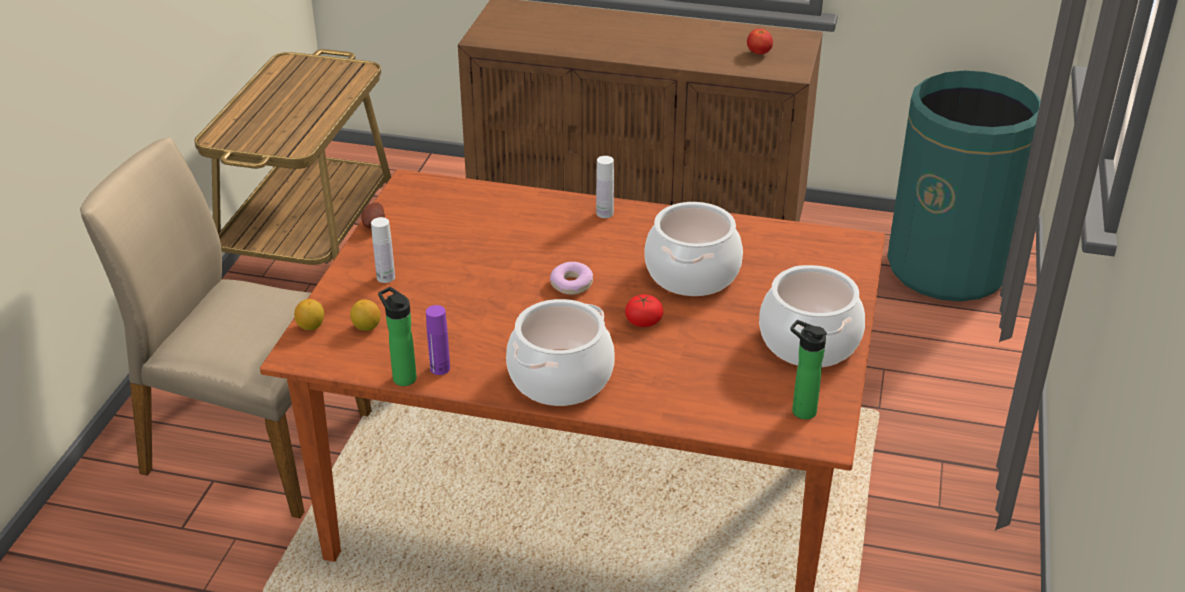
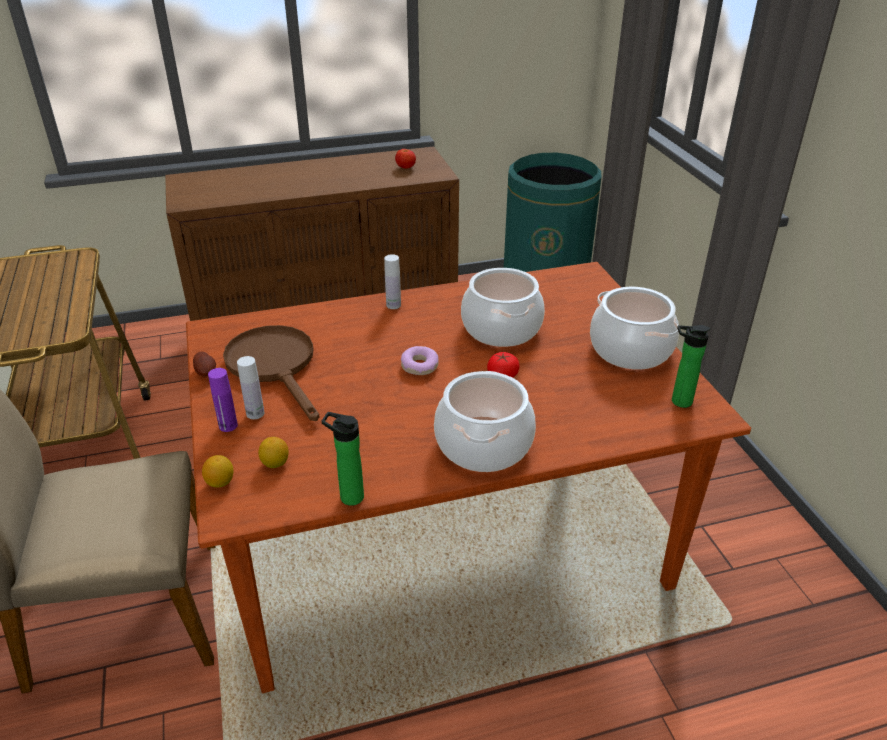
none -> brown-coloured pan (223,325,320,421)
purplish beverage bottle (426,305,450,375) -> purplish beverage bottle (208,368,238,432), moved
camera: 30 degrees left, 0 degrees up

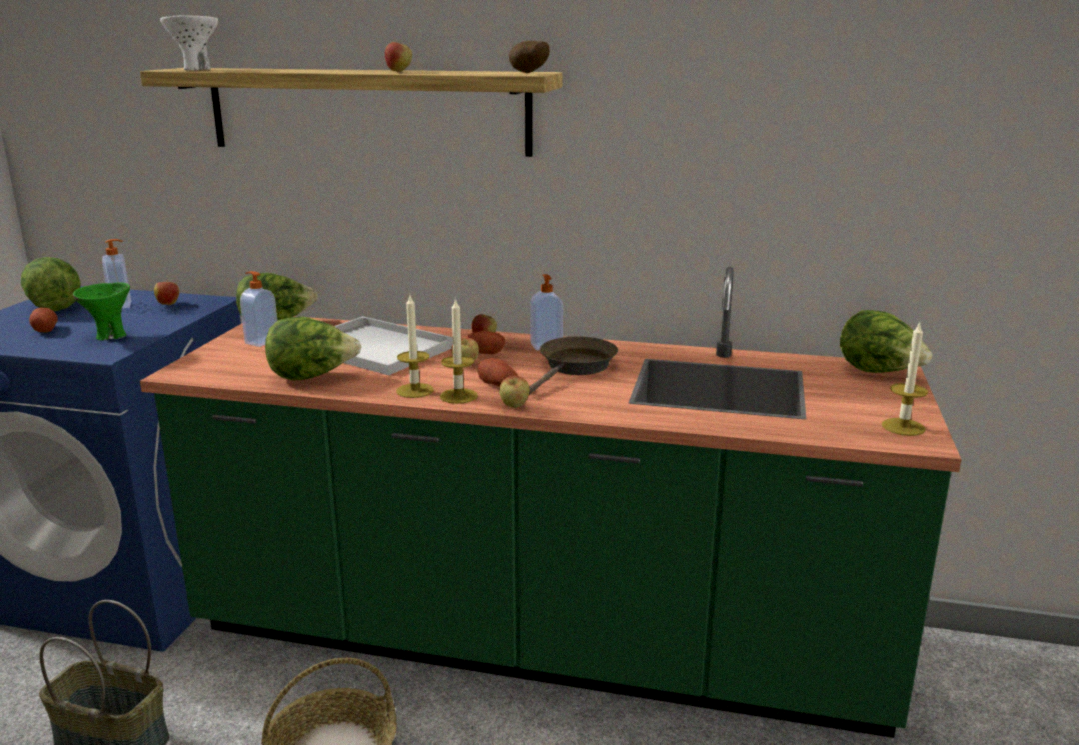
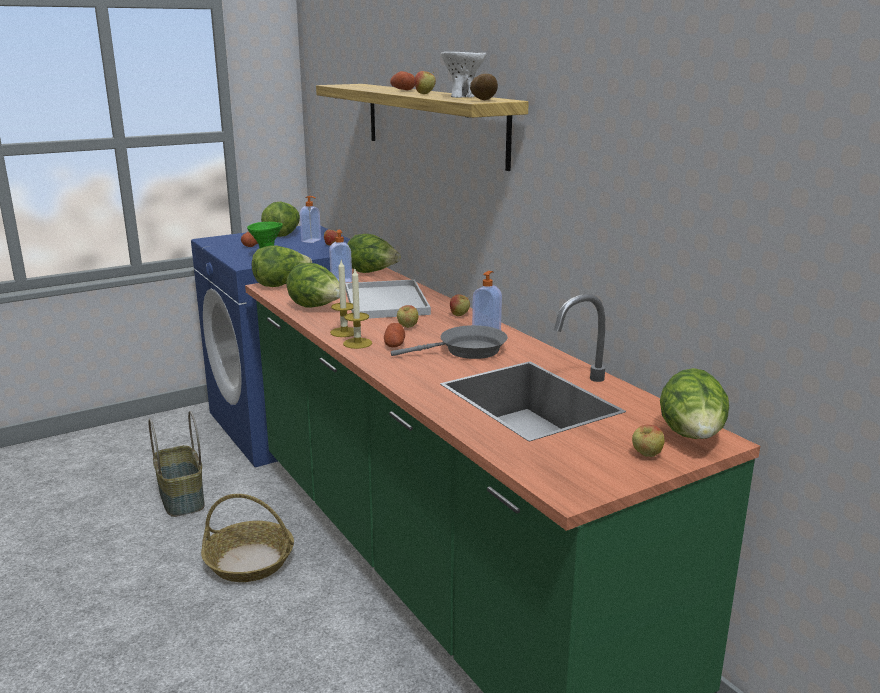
candle (882,321,928,436) -> none
none -> lettuce head (252,245,312,287)
white deep dish (160,15,218,70) -> white deep dish (440,52,486,98), moved
spud (466,331,505,354) -> spud (390,71,415,91), moved
whole apple (499,376,530,408) -> whole apple (632,425,665,457), moved
brown-coloured pan (529,337,618,395) -> gray pan (391,325,508,359)
camera: 45 degrees right, 0 degrees up

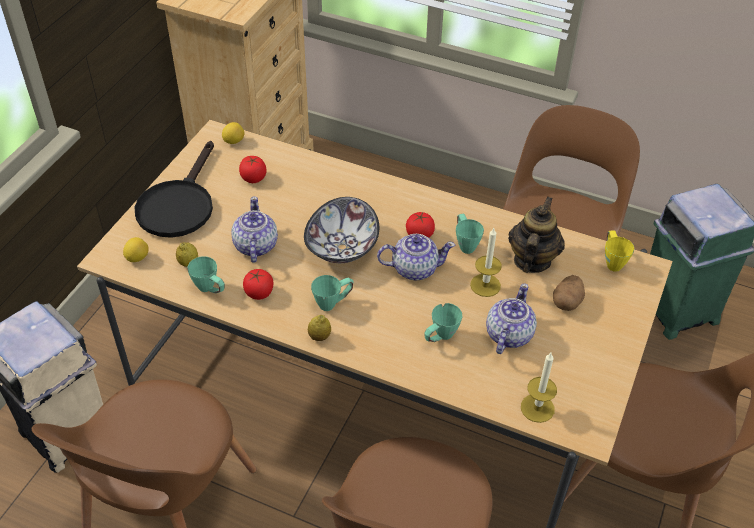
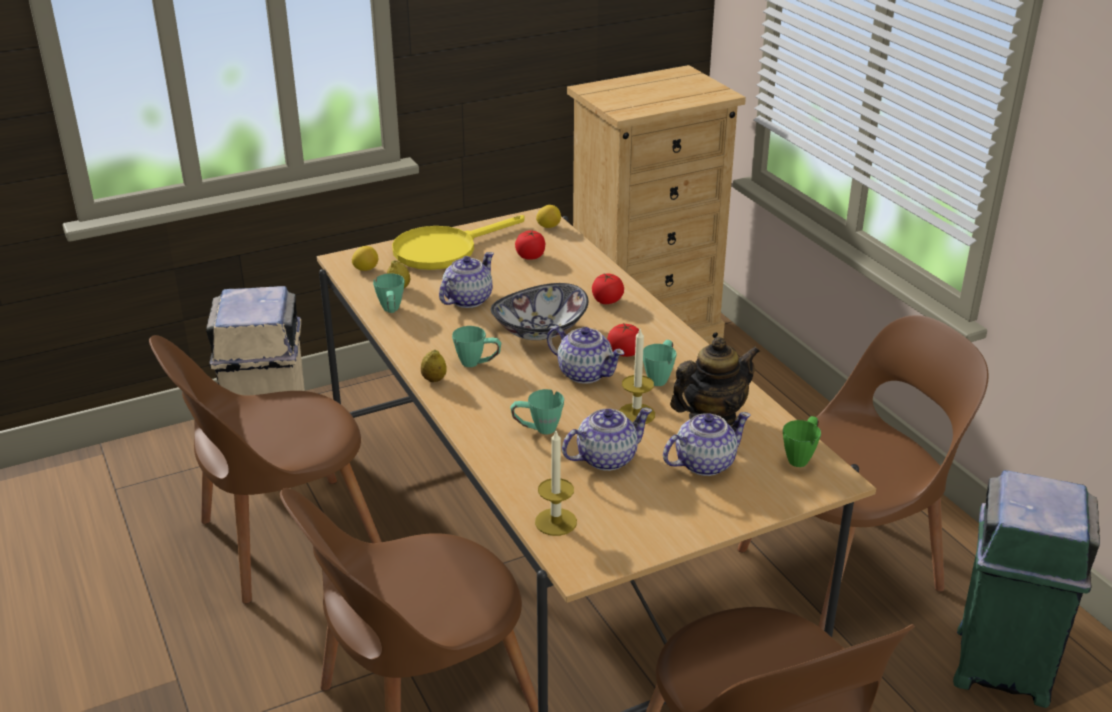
whole tomato (243,269,273,300) -> whole tomato (592,273,624,304), moved
spud (553,275,585,311) -> tea pot (663,412,751,476)
black-coloured pan (134,141,214,238) -> yellow-coloured pan (392,215,525,270)
yellow-coloured tea mug (605,230,634,272) -> green tea mug (783,416,821,467)
camera: 40 degrees right, 15 degrees down

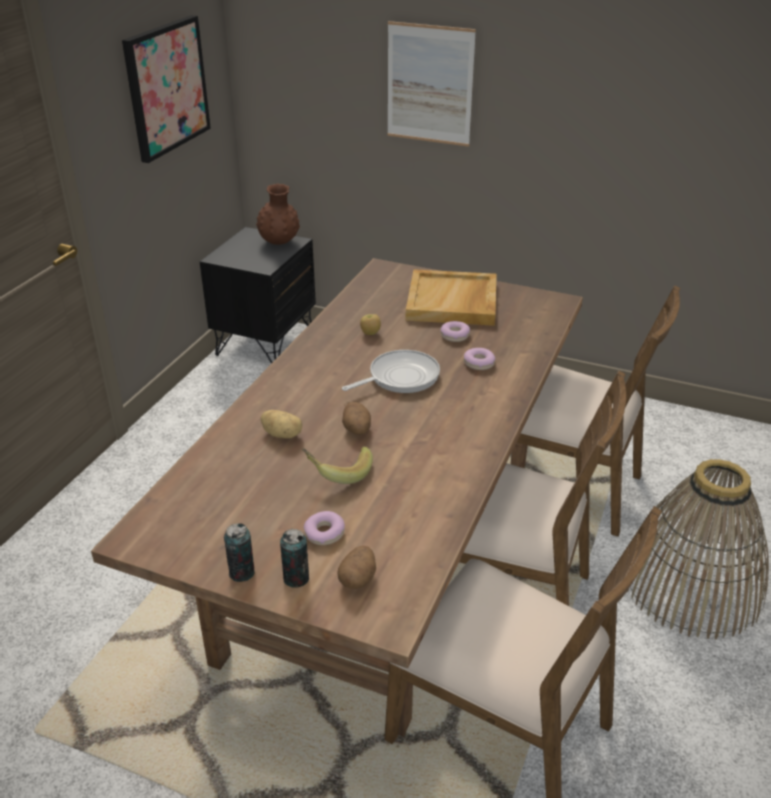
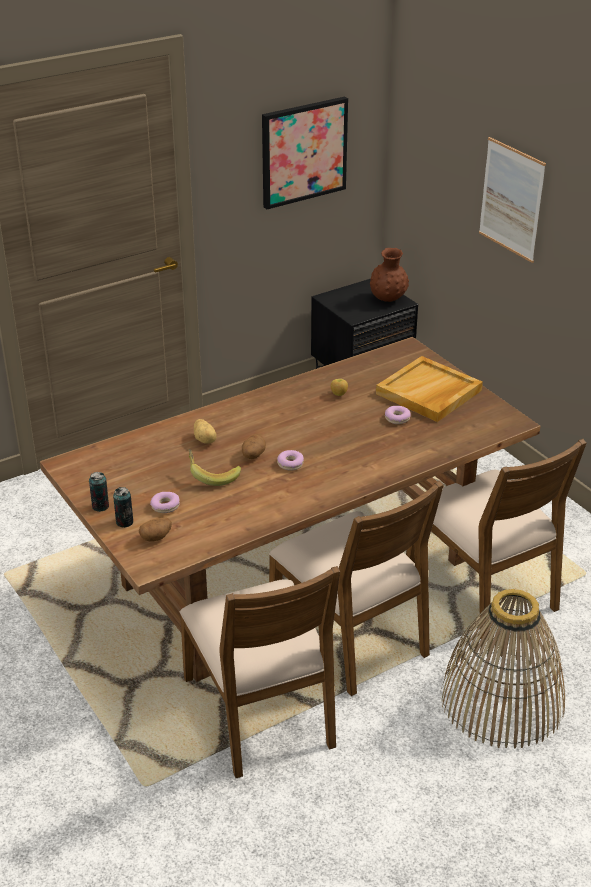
pan (342,350,440,393) -> none
ring doughnut (464,348,495,370) -> ring doughnut (277,450,304,471), moved
camera: 35 degrees right, 0 degrees up

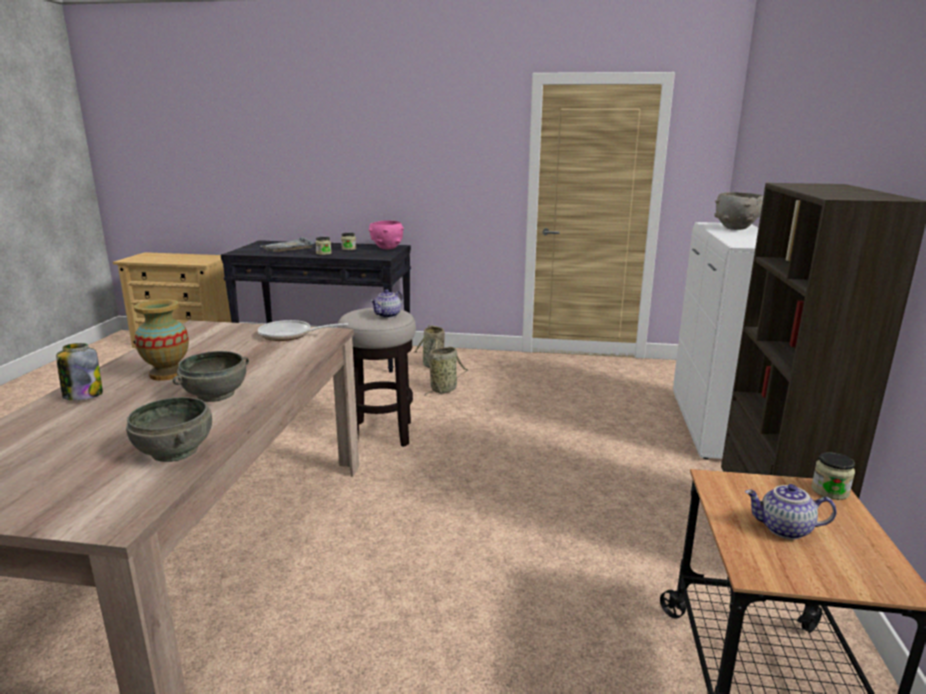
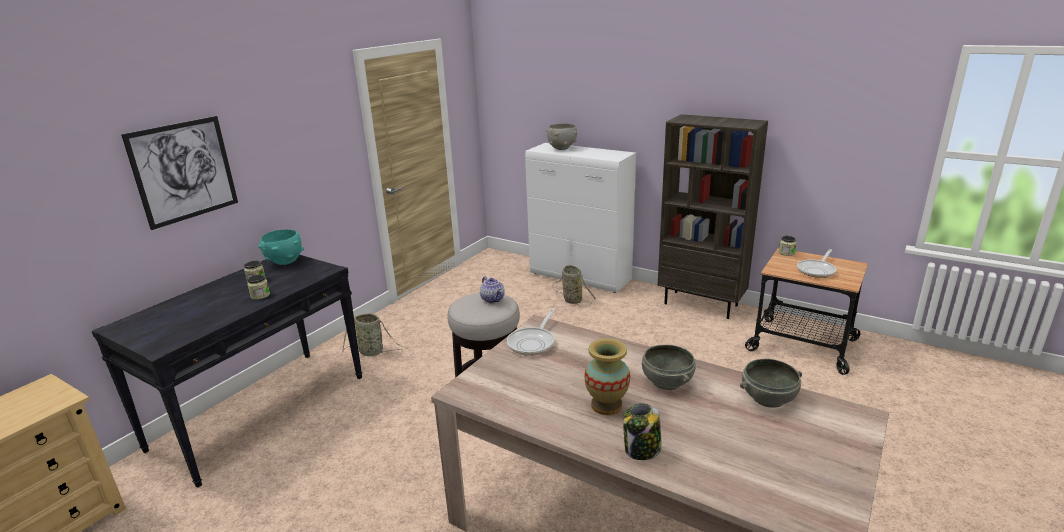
gray serving tray (261,237,315,252) -> none
none -> wall picture (121,116,238,230)
storage basket (424,347,468,396) -> storage basket (552,265,596,308), moved
tea pot (745,484,836,539) -> pan (797,249,837,278)
pink-coloured deep dish (368,221,404,249) -> blue-green deep dish (258,229,304,265)
camera: 65 degrees left, 5 degrees up

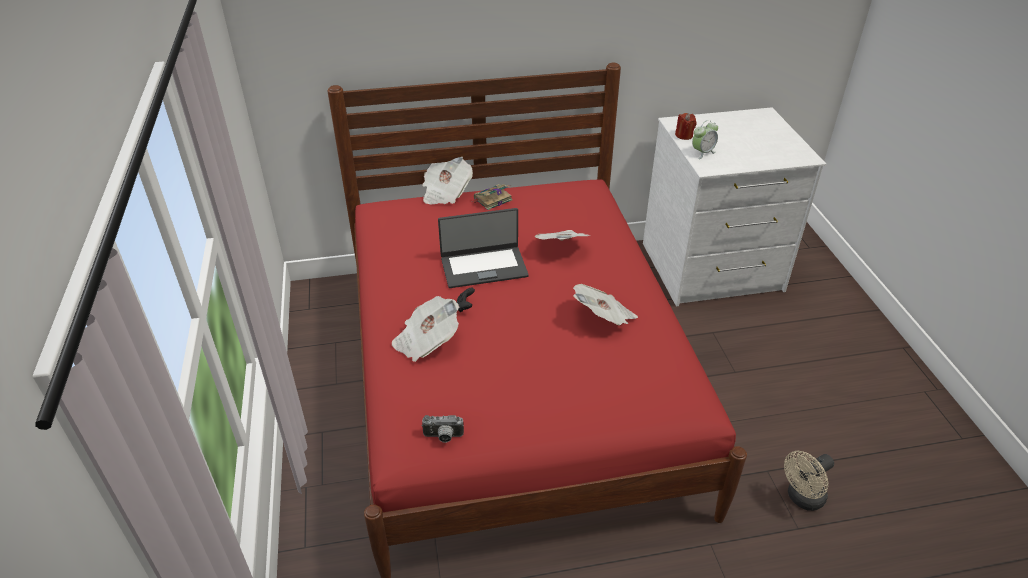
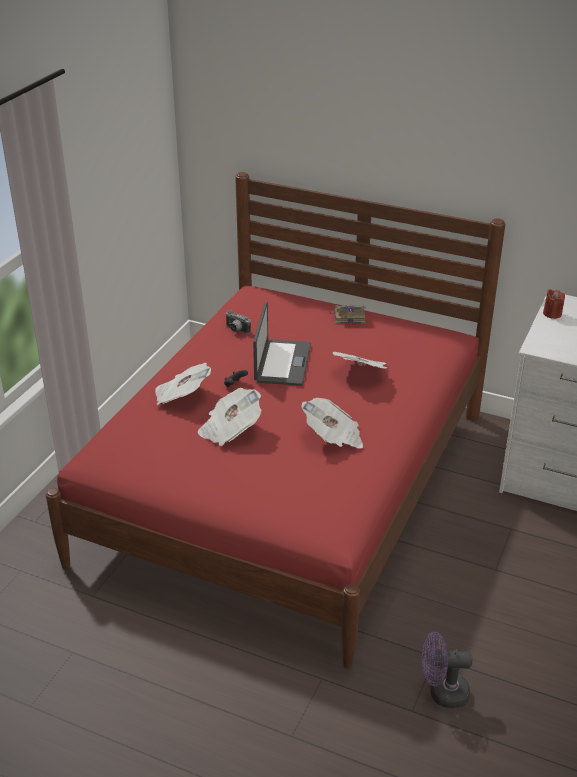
table clock (692,120,718,159) -> none
photo camera (421,415,464,443) -> photo camera (225,310,251,334), moved
daily paper (422,157,473,204) -> daily paper (198,388,261,446), moved
beige electric fan (784,451,834,511) -> purplish electric fan (422,632,472,708)
laptop (438,208,529,288) -> laptop (253,302,311,386), 105 degrees counterclockwise
camera: 35 degrees right, 5 degrees down

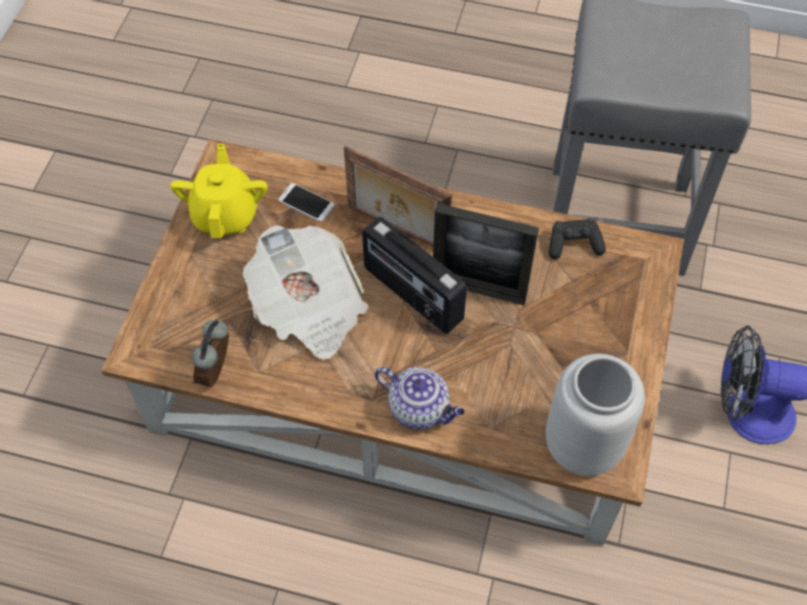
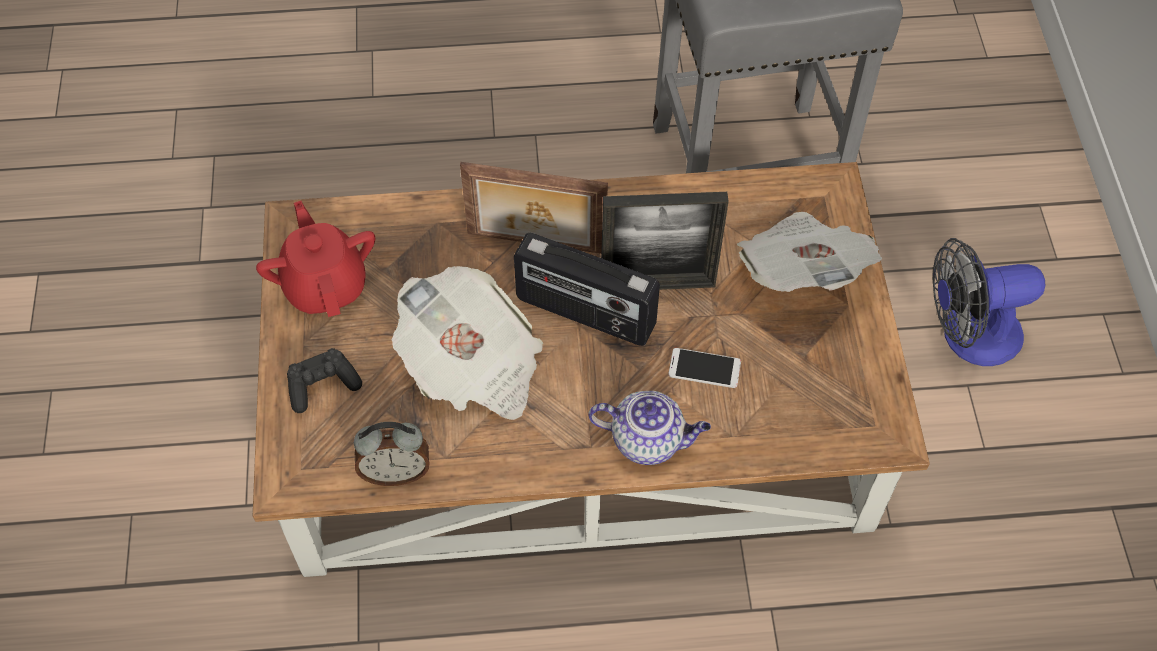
gray flower vase (546,354,645,476) -> none
none -> daily paper (737,212,882,292)
telephone (278,183,335,222) -> telephone (668,348,741,388), moved
black-coloured game controller (549,218,606,259) -> black-coloured game controller (287,348,362,413), moved
yellow-coloured tea pot (170,144,268,238) -> red-coloured tea pot (256,201,375,317)
table clock (192,320,229,387) -> table clock (354,422,429,486), 90 degrees counterclockwise
camera: 20 degrees left, 0 degrees up

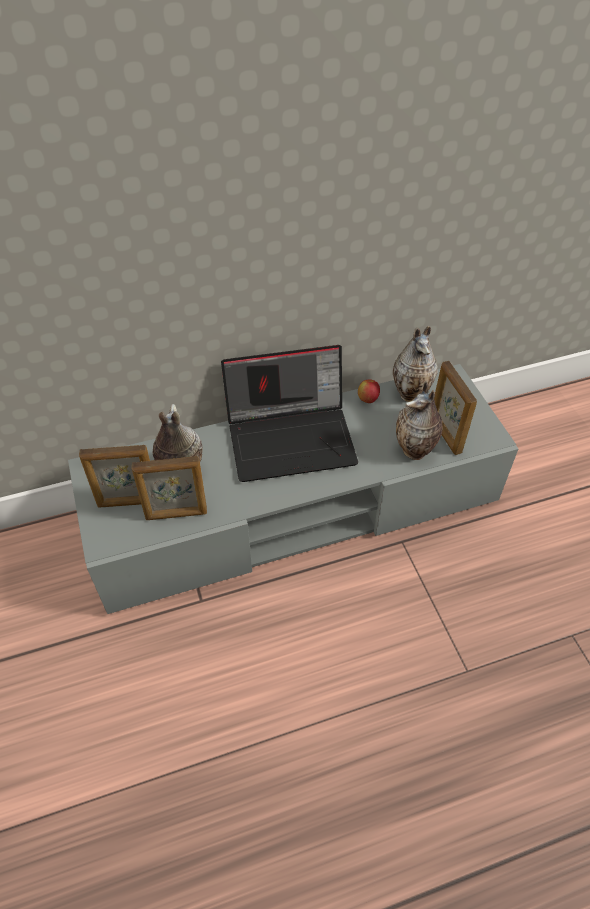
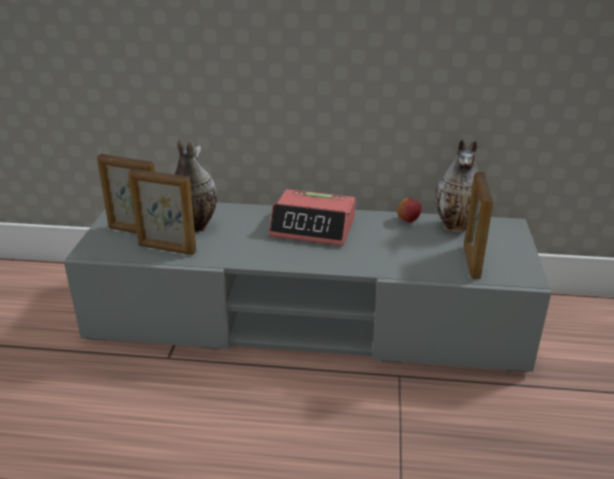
flower vase (396,381,443,460) -> none
laptop (221,345,358,482) -> table clock (269,189,355,246)
camera: 25 degrees right, 20 degrees down

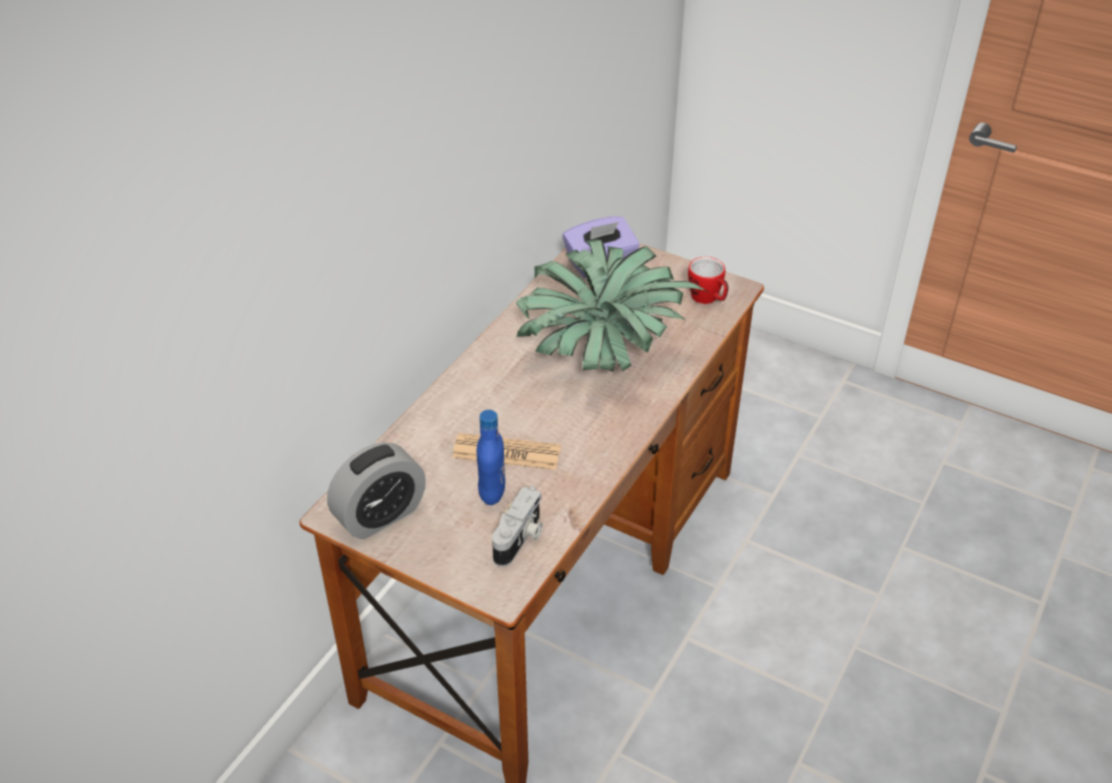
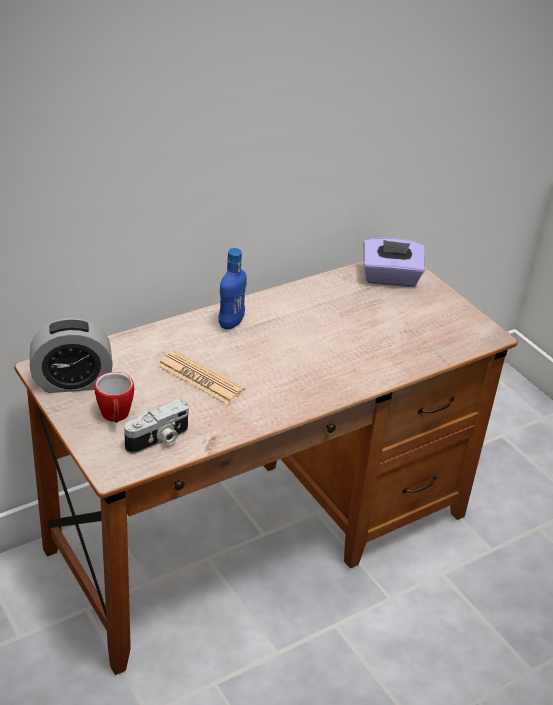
potted plant (516,239,709,372) -> none
bluish beverage bottle (477,410,505,505) -> bluish beverage bottle (218,248,247,330), moved
tea mug (688,257,729,304) -> tea mug (95,372,134,423), moved
camera: 25 degrees right, 5 degrees down

